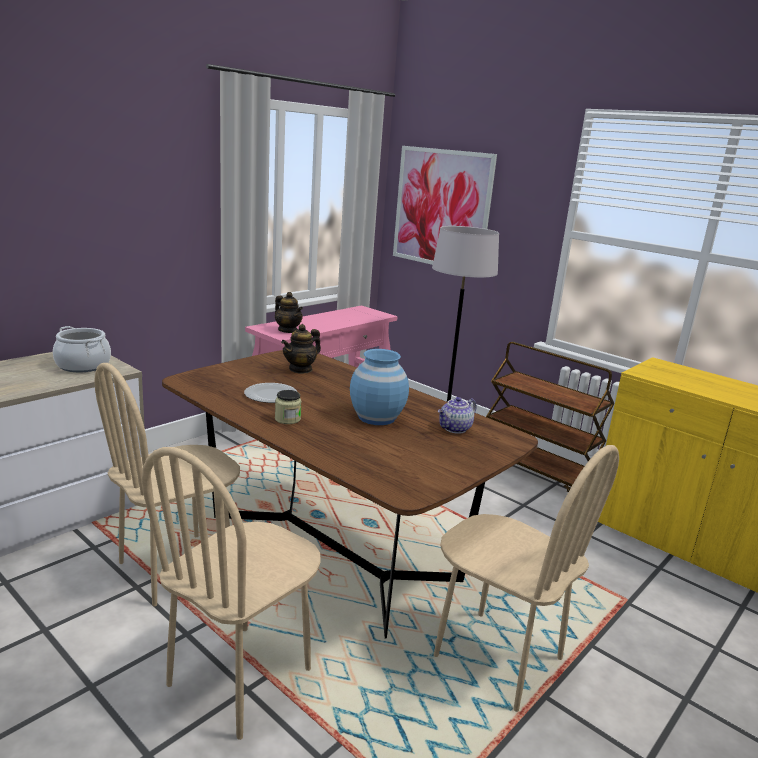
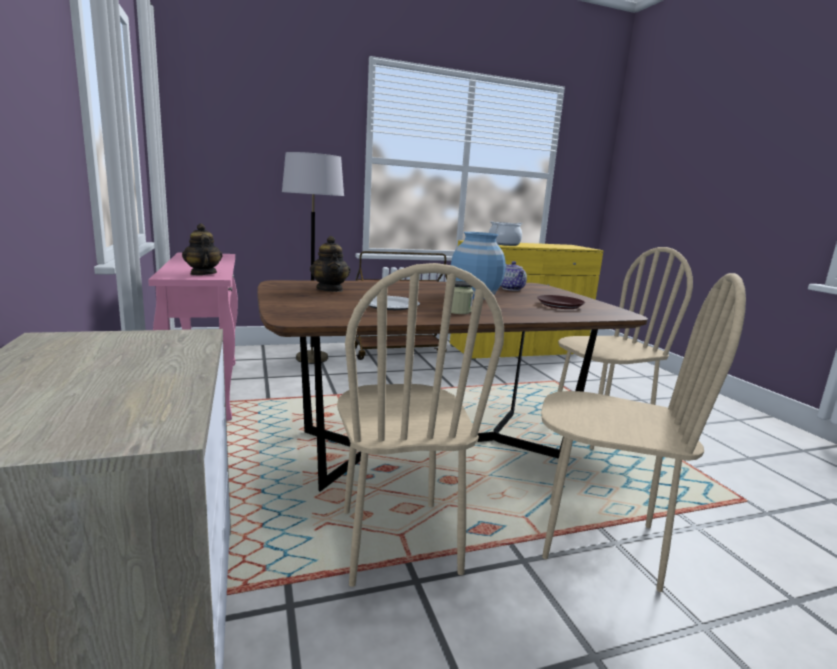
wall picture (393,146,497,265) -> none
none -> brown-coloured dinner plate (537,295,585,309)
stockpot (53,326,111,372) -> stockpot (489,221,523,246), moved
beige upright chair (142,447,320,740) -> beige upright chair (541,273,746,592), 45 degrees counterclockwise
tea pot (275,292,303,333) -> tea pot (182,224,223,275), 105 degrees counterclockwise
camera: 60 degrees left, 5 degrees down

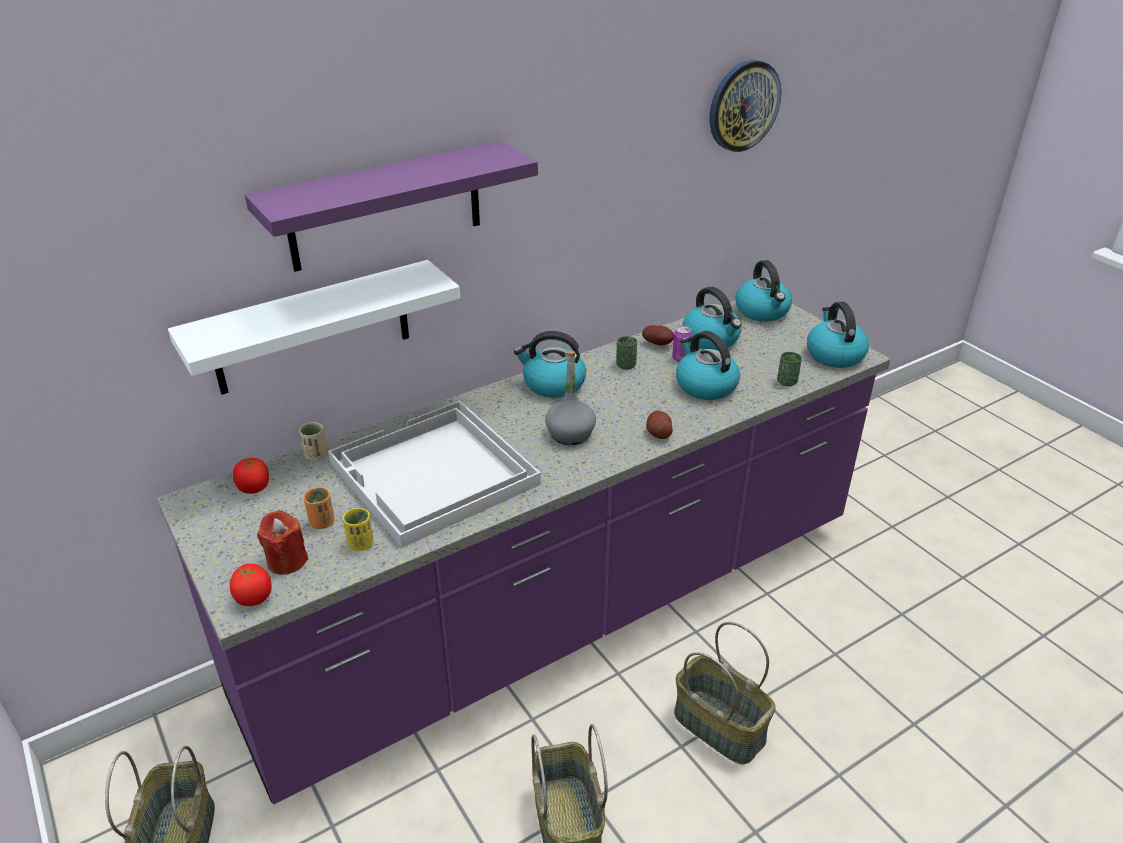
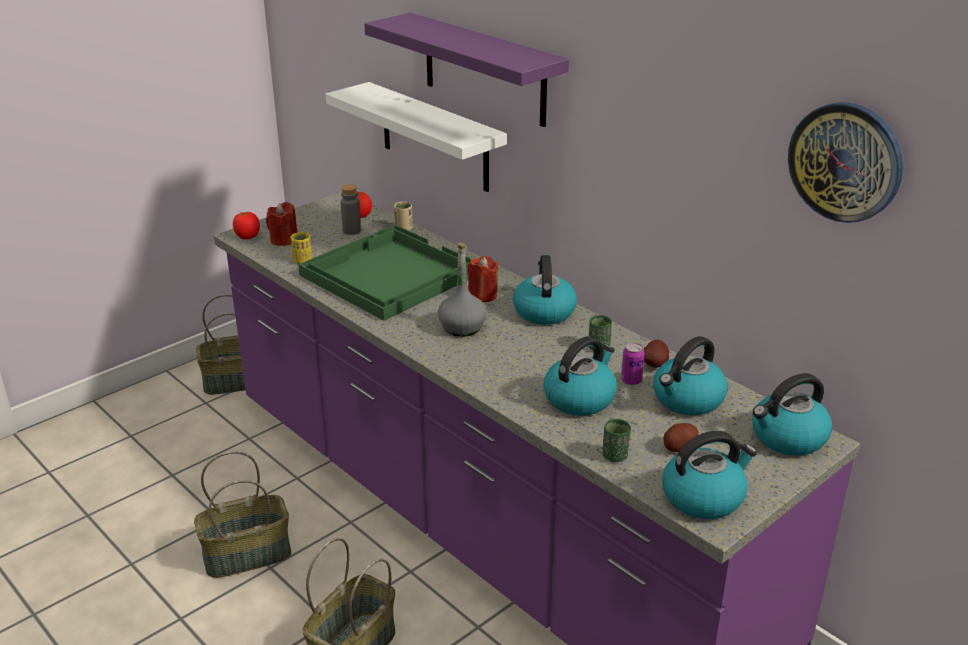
orange drinking cup (304,487,335,529) -> none
none -> gray beverage bottle (341,184,361,235)
none -> red-coloured candle (467,256,498,302)
spud (646,410,673,439) -> spud (663,423,698,452), moved
white serving tray (328,401,541,548) -> green serving tray (298,225,471,321)
camera: 80 degrees right, 5 degrees down

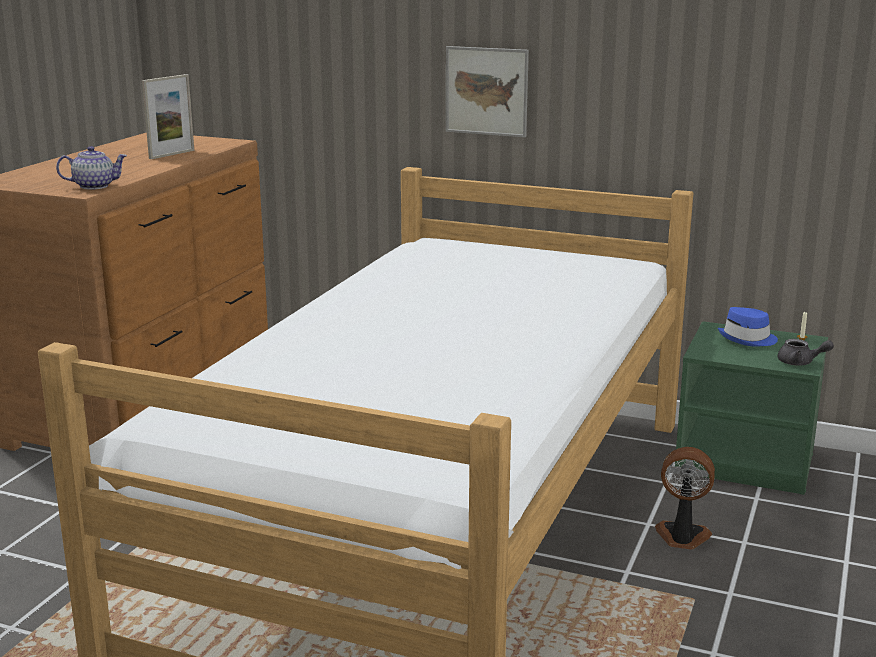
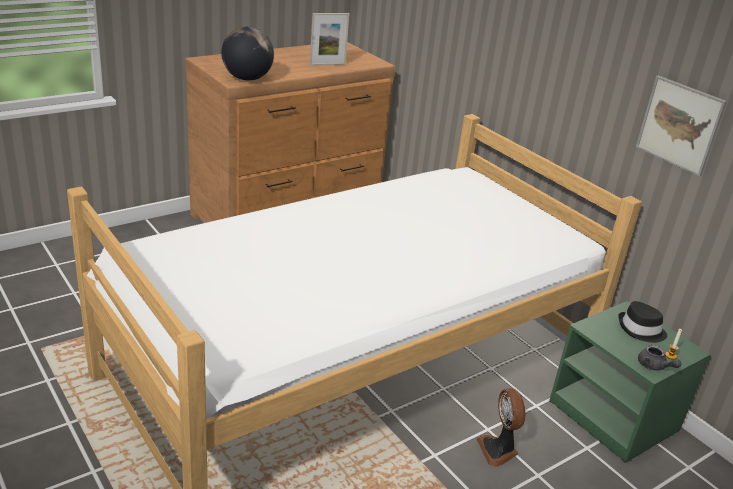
wall picture (446,46,529,137) -> wall picture (636,76,727,176), moved
tea pot (56,146,127,189) -> world globe (221,27,274,81)
bluish wearable hat (718,307,778,347) -> black-coloured wearable hat (618,301,667,343)
electric fan (655,447,715,550) -> electric fan (477,388,525,467), 150 degrees counterclockwise
camera: 30 degrees right, 10 degrees up

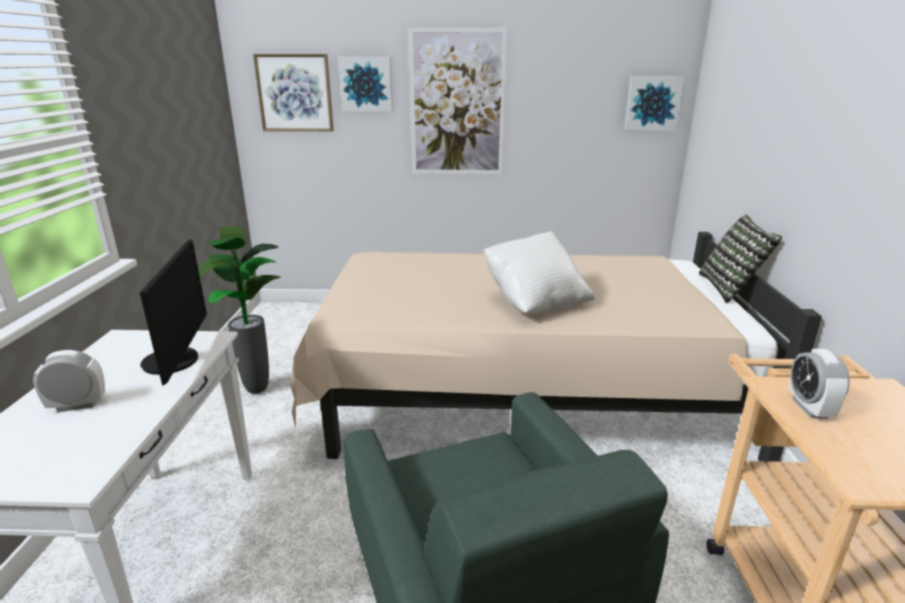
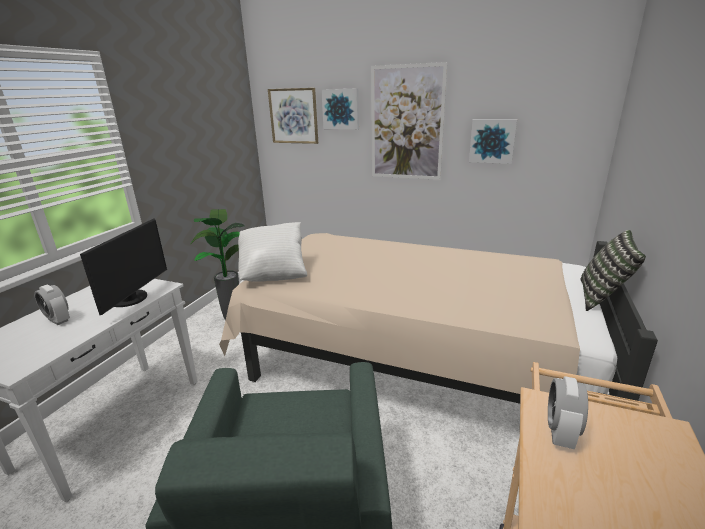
white throw pillow (483,231,595,314) -> white throw pillow (238,222,307,282), moved
wall picture (624,76,685,131) -> wall picture (469,119,517,164), moved
table clock (33,350,105,412) -> table clock (34,285,70,325), 150 degrees counterclockwise
camera: 20 degrees right, 0 degrees up

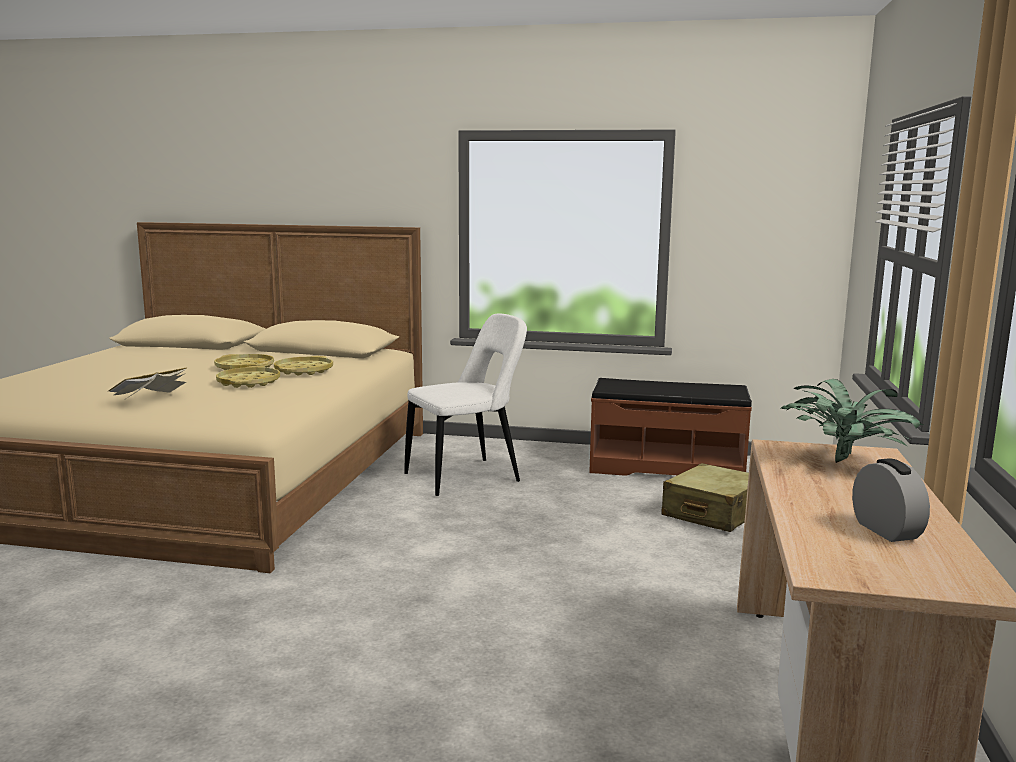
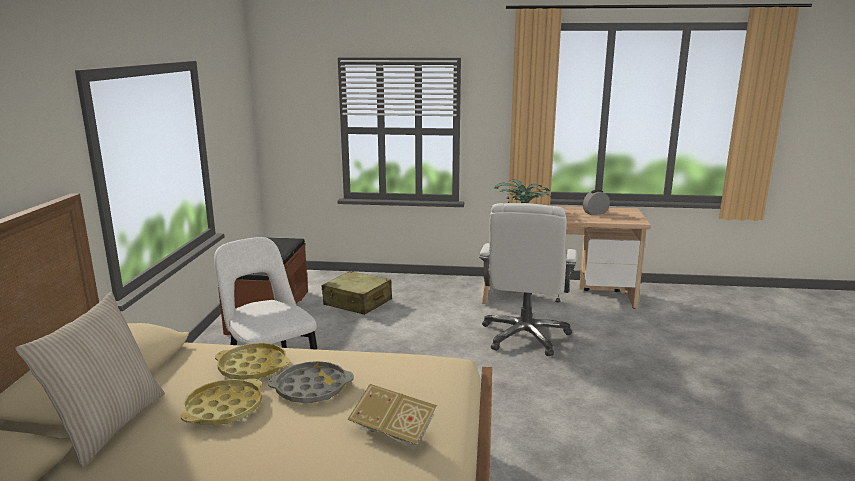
none -> beige throw pillow (16,292,165,467)
none -> white desk chair (479,203,577,356)
yellow-coloured serving tray (216,366,280,388) -> gray serving tray (268,361,354,403)
camera: 95 degrees left, 5 degrees up

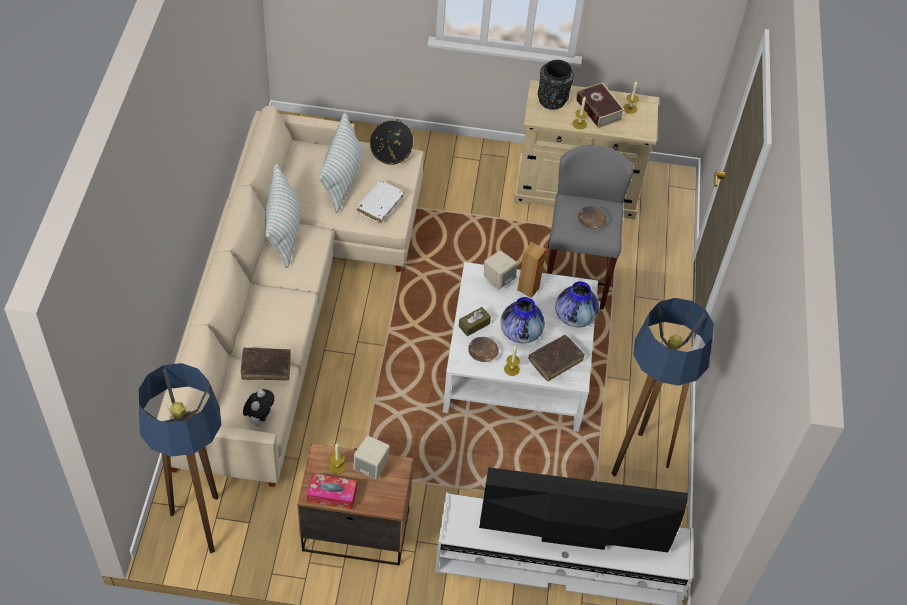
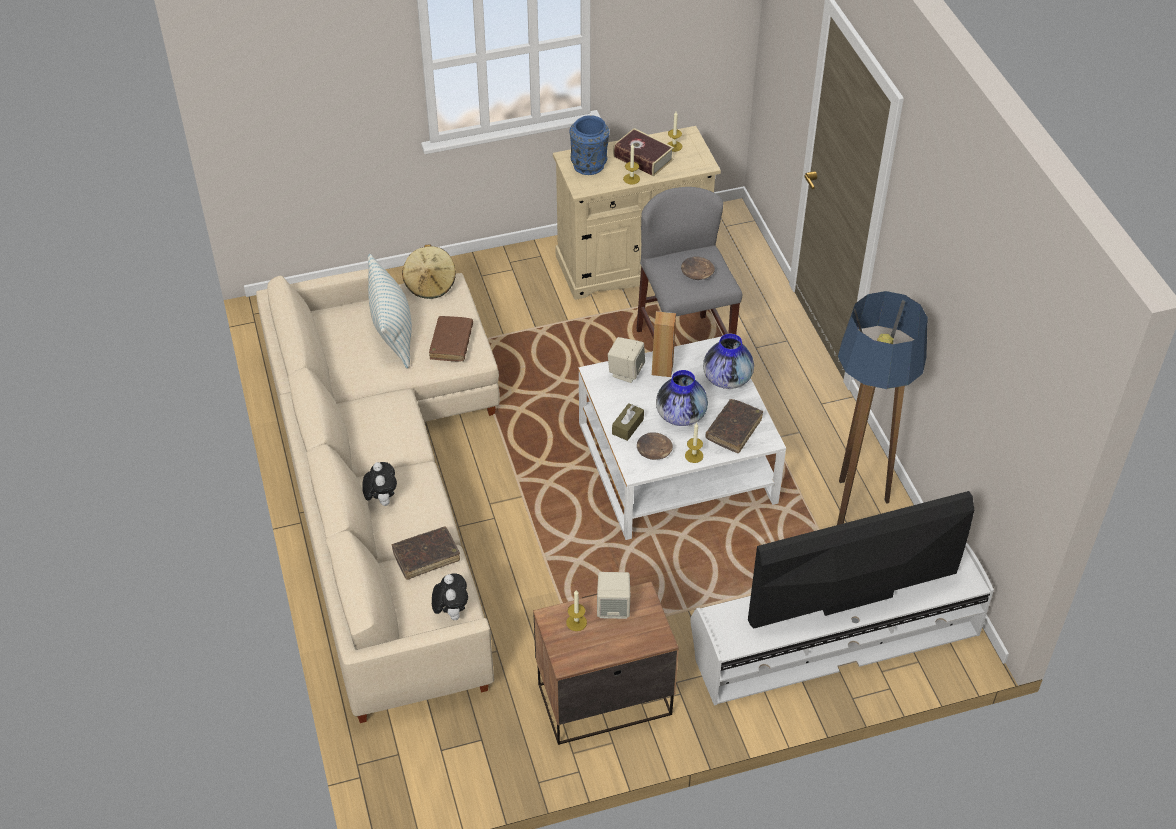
standing lamp (139,363,221,554) -> none
throw pillow (265,163,300,268) -> none
box of tissues (307,474,357,509) -> none
none -> plush toy (362,462,397,506)
white volume (357,181,404,223) -> brown-coloured volume (429,316,473,362)
black-coloured wearable hat (370,119,413,165) -> beige wearable hat (402,244,456,299)
black-coloured flower vase (538,60,574,110) -> bluish flower vase (570,115,609,175)
camera: 20 degrees left, 5 degrees down

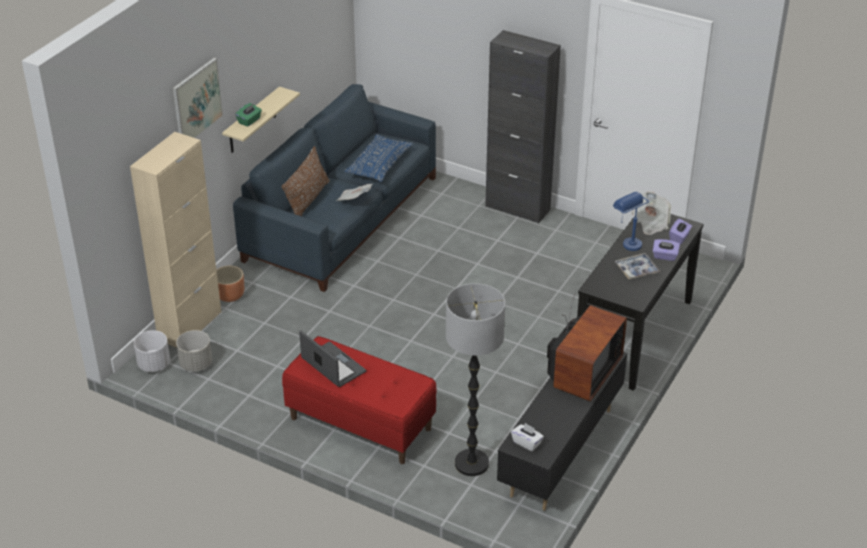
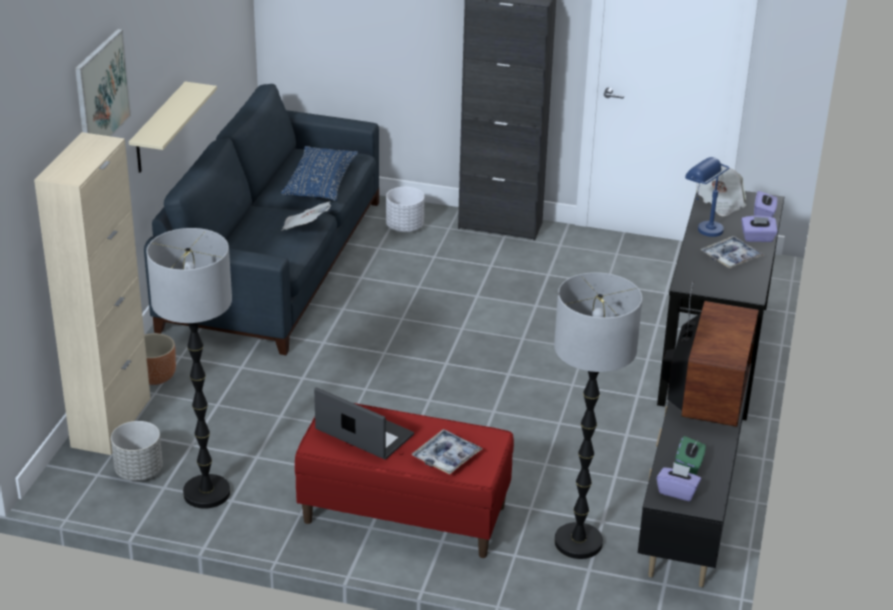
brown-coloured throw pillow (282,146,330,216) -> none
none -> standing lamp (146,228,232,509)
none -> serving tray (412,429,482,475)
white planter (134,330,170,372) -> white planter (386,187,424,232), moved
green box of tissues (235,103,262,127) -> green box of tissues (675,436,706,475), moved
white box of tissues (511,423,544,451) -> purplish box of tissues (657,463,701,501)
camera: 15 degrees left, 5 degrees down

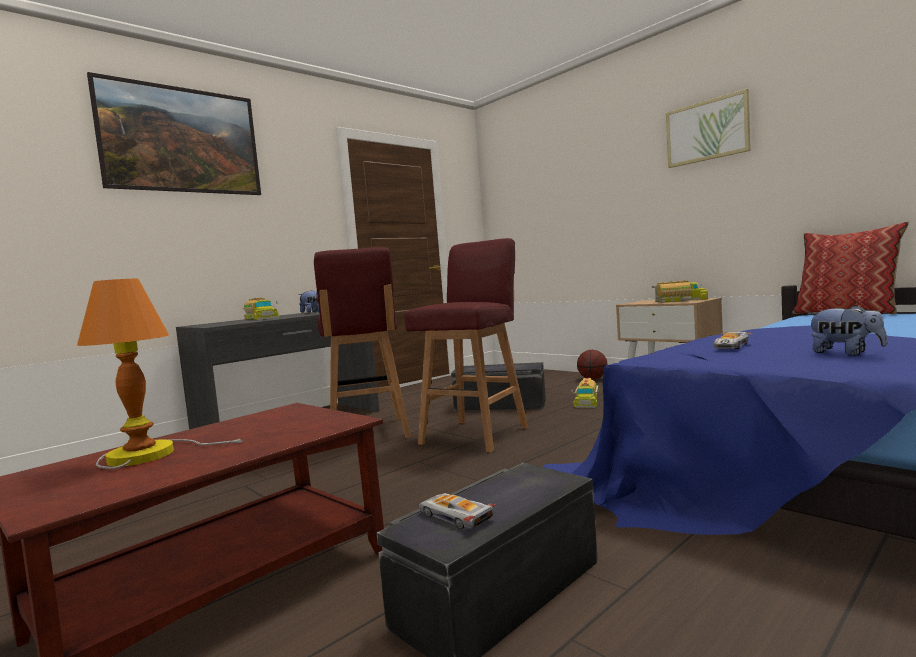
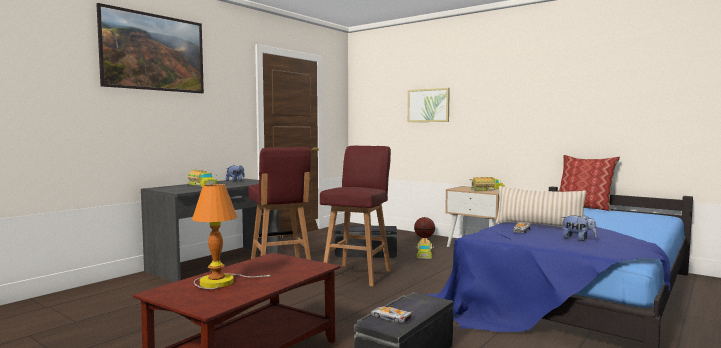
none -> beige throw pillow (495,186,586,227)
wall picture (666,89,751,168) -> wall picture (408,88,450,122), moved
camera: 10 degrees left, 0 degrees up

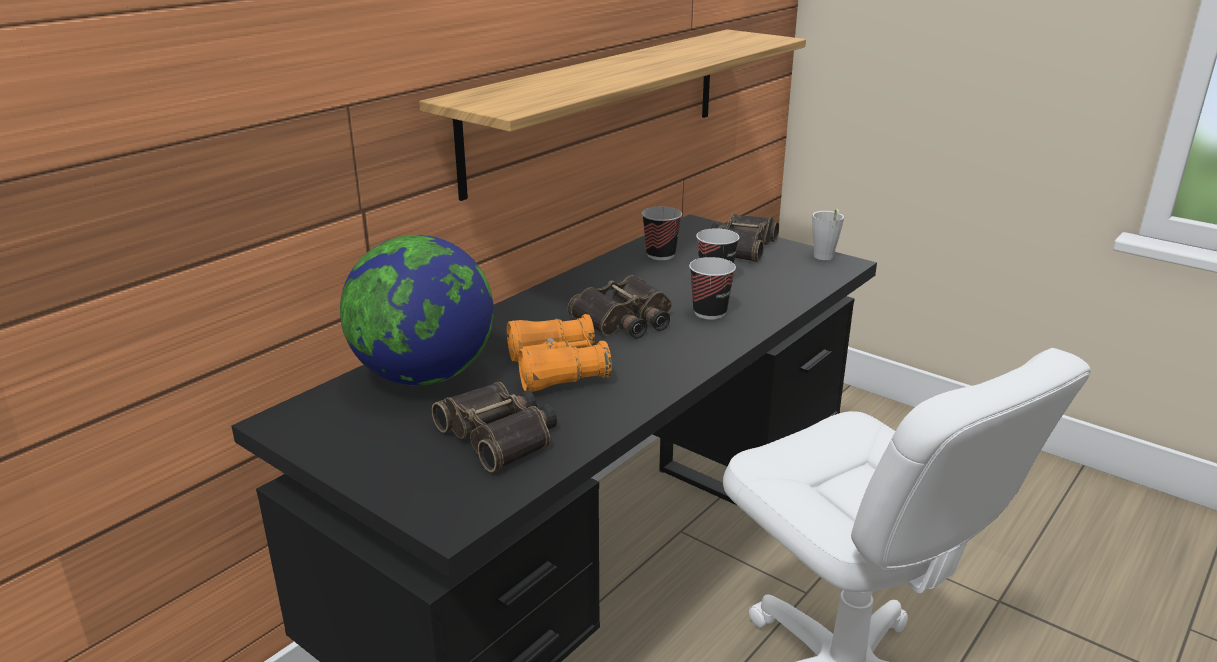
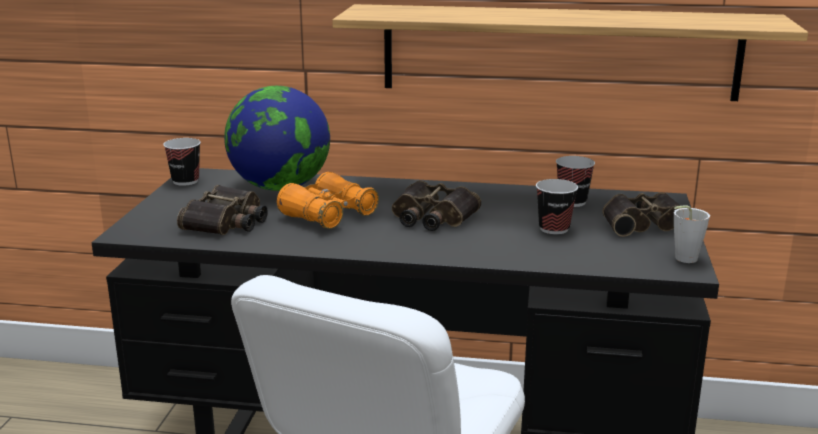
drinking cup (689,257,736,320) -> drinking cup (163,138,201,186), moved
camera: 60 degrees right, 5 degrees down

